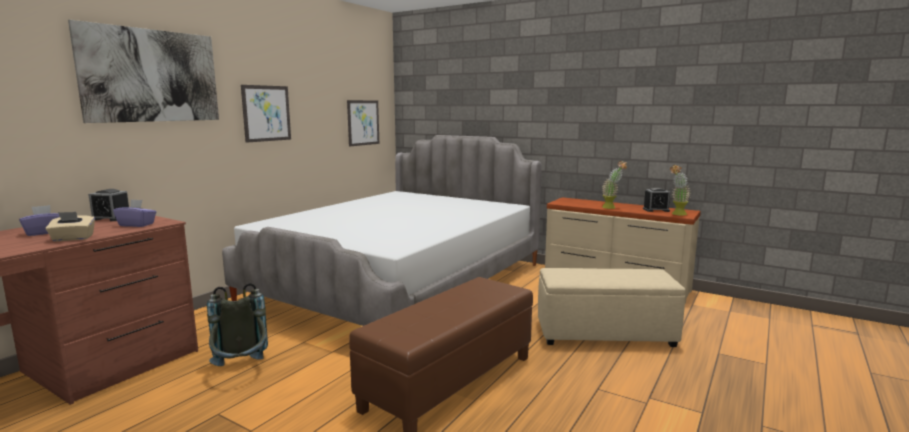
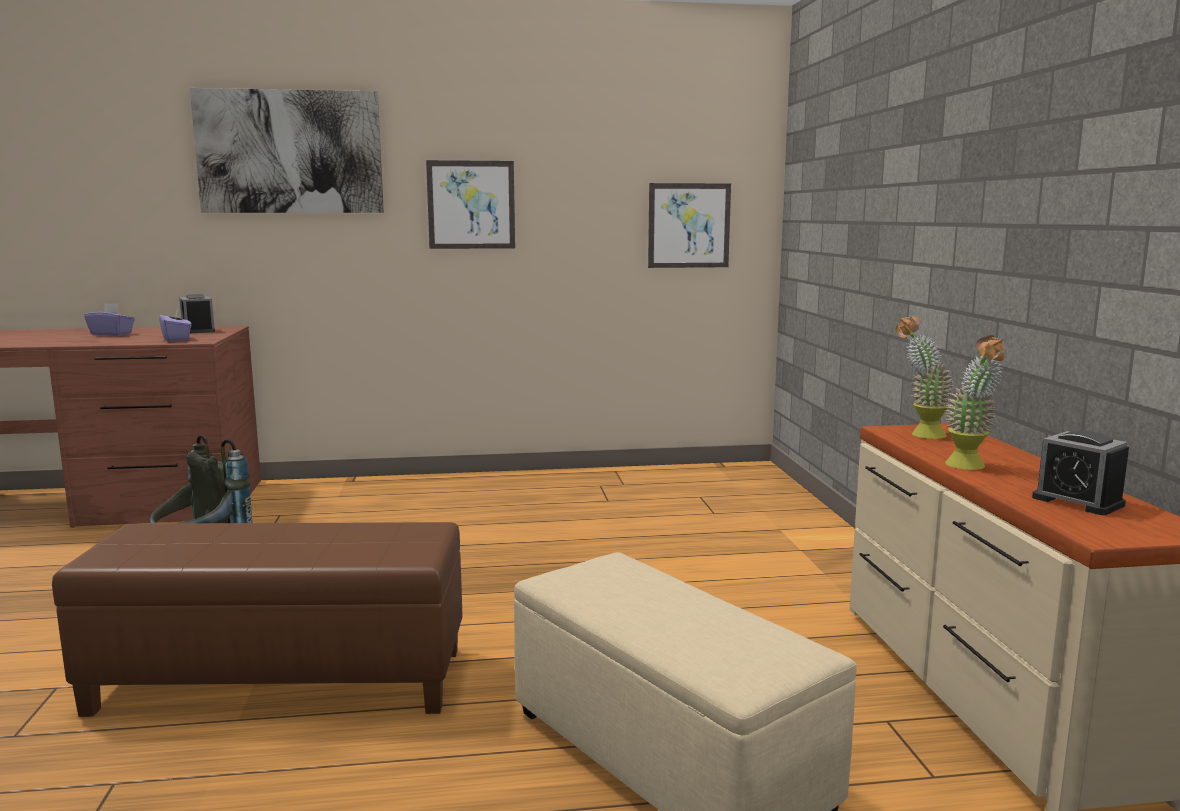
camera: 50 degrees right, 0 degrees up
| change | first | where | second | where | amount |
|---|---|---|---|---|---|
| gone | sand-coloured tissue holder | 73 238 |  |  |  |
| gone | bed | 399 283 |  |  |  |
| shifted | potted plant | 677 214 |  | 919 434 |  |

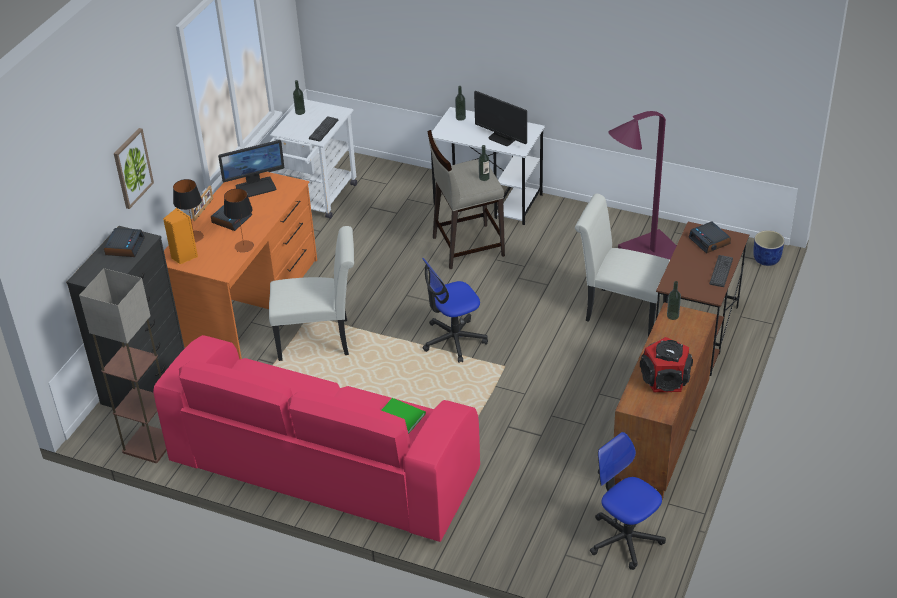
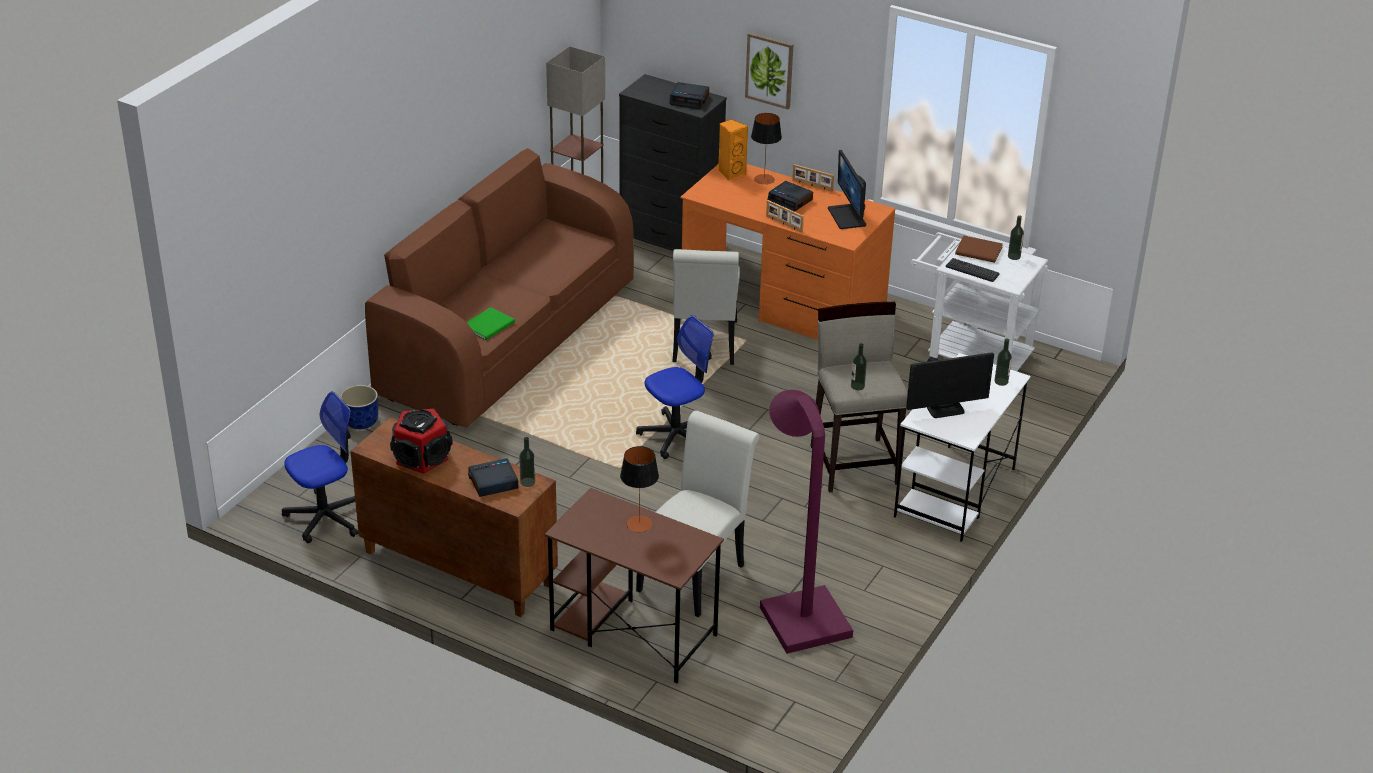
camera: 95 degrees right, 5 degrees down
| change | first | where | second | where | amount |
|---|---|---|---|---|---|
| repainted | pink couch | 323 467 | brown-coloured couch | 507 337 |  |
| shifted | table lamp | 244 246 |  | 639 524 |  |
| rotated | office chair | 453 340 |  | 677 436 | 75 degrees clockwise |
| rotated | computer display | 502 138 |  | 945 409 | 150 degrees counterclockwise |
| shifted | table clock | 710 241 |  | 493 482 |  |
| gone | keyboard | 721 271 |  |  |  |
| shifted | blue-coloured plant pot | 766 259 |  | 361 421 |  |
| new |  |  | standing frame | 783 224 |  |
| new |  |  | brown-coloured bound book | 979 251 |  |

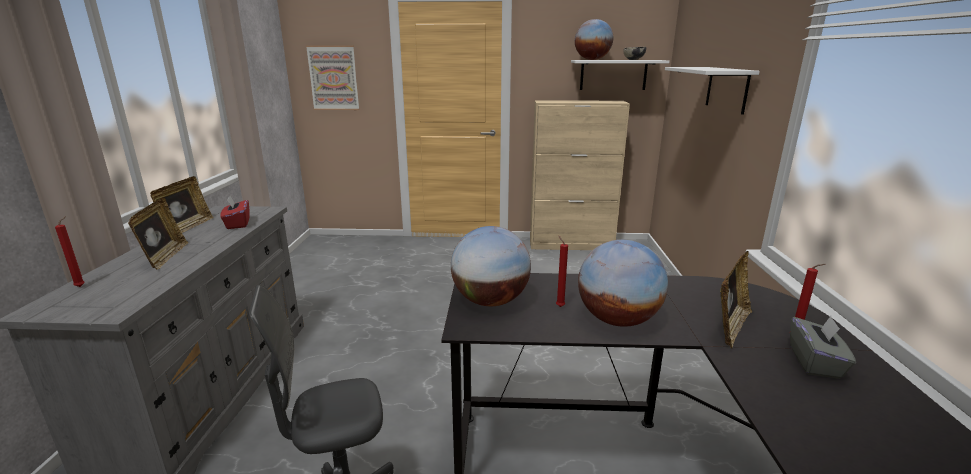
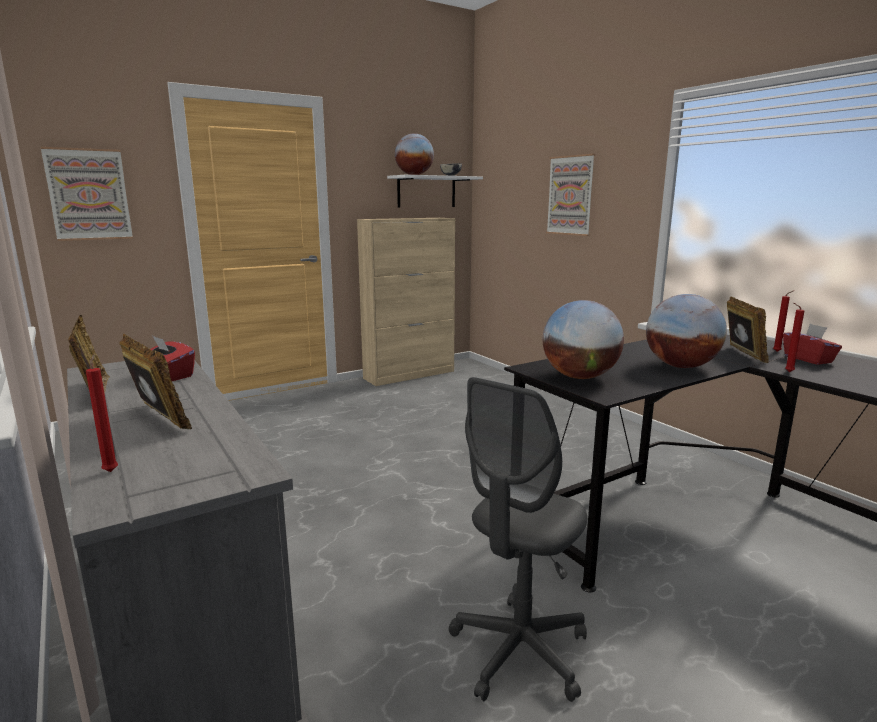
camera: 35 degrees left, 5 degrees down
| change | first | where | second | where | amount |
|---|---|---|---|---|---|
| shifted | red-coloured wax light | 559 306 |  | 787 372 |  |
| swapped | white-coloured wall shelf | 727 89 | picture | 570 195 |  |
| repainted | gray tissue holder | 815 362 | red-coloured tissue holder | 808 359 |  |

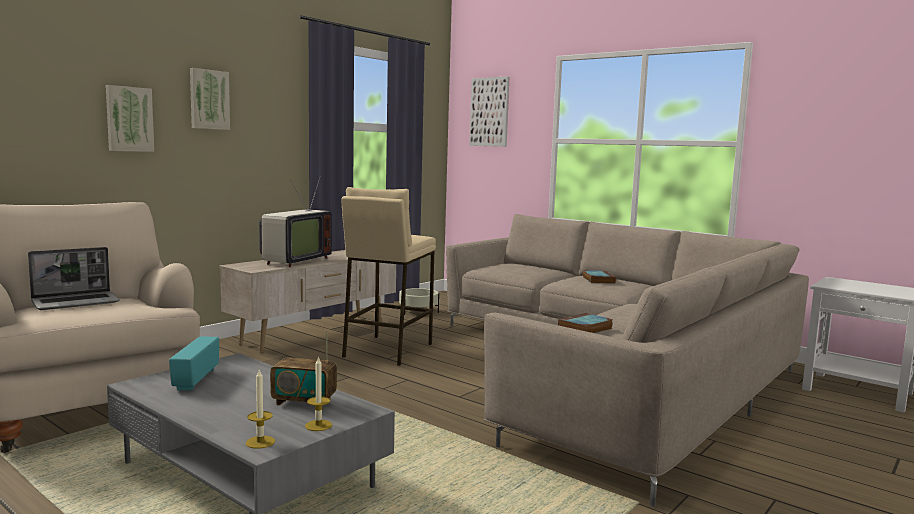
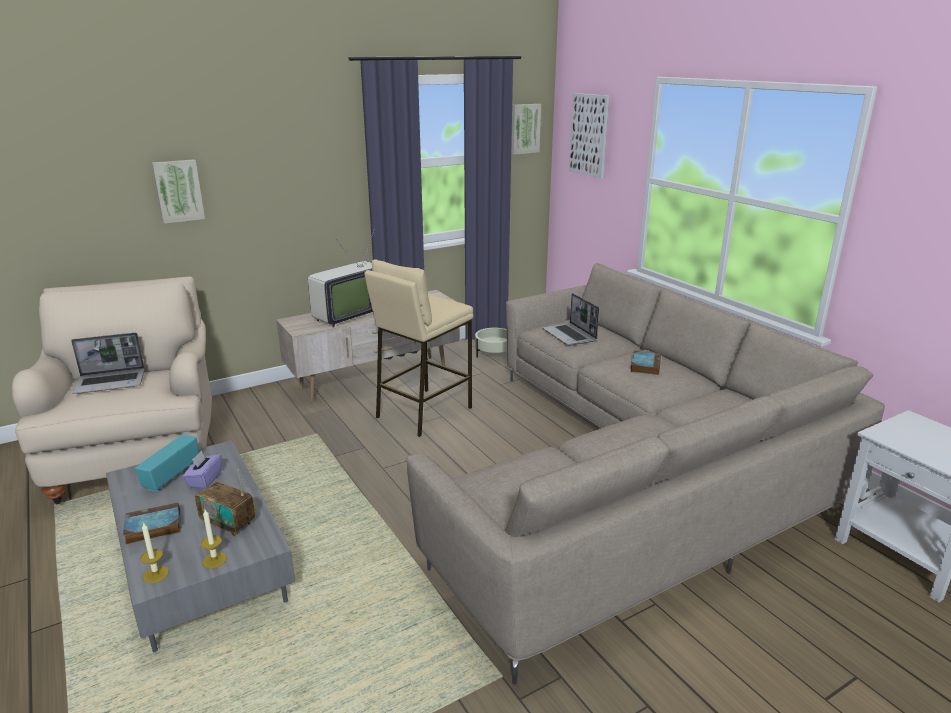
camera: 20 degrees right, 15 degrees up
| change | first | where | second | where | amount |
|---|---|---|---|---|---|
| shifted | picture | 209 99 |  | 524 128 |  |
| shifted | bound book | 585 328 |  | 152 527 |  |
| new |  |  | purple tissue holder | 205 480 |  |
| new |  |  | portable computer | 570 335 |  |

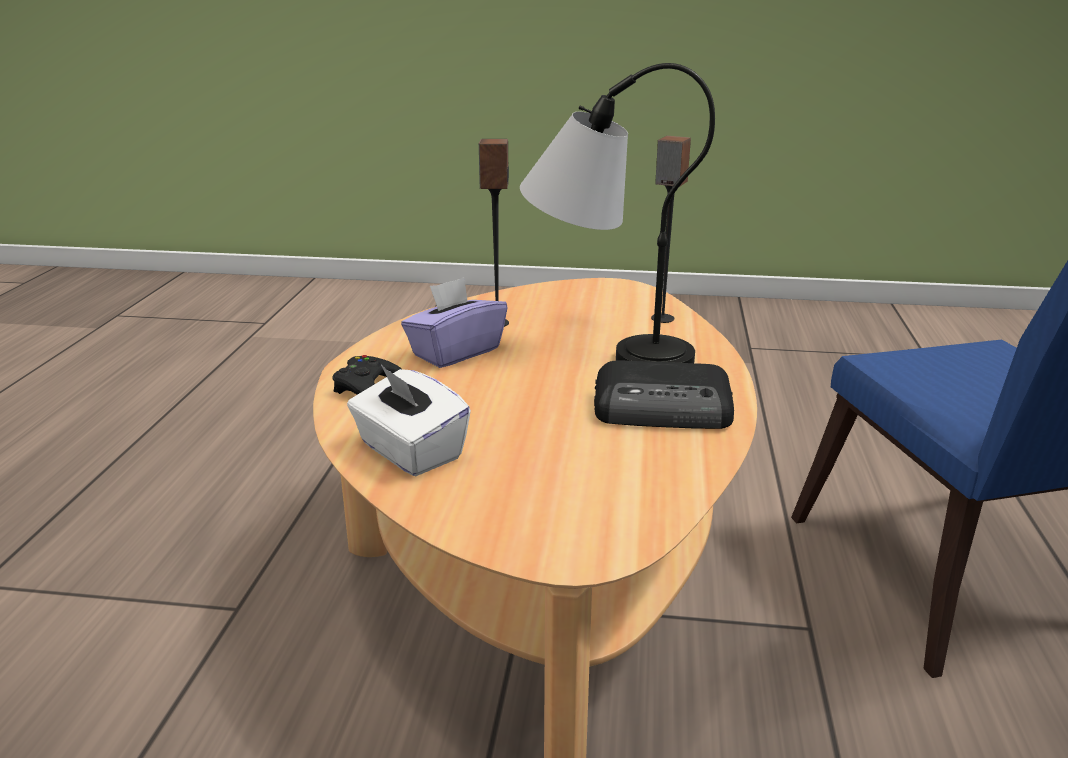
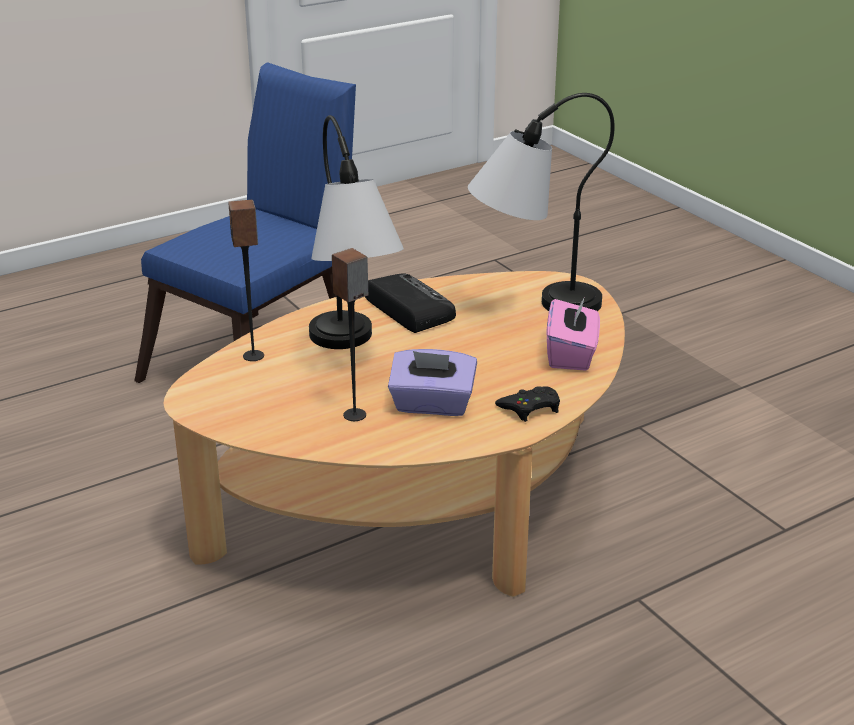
camera: 130 degrees left, 5 degrees up
| change | first | where | second | where | amount |
|---|---|---|---|---|---|
| repainted | white-coloured tissue holder | 409 452 | pink tissue holder | 571 355 |  |
| new |  |  | table lamp | 530 306 |  |

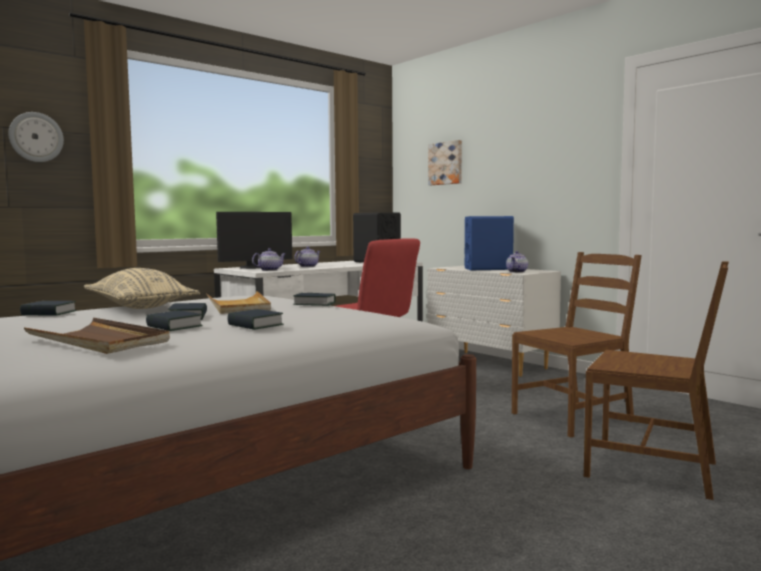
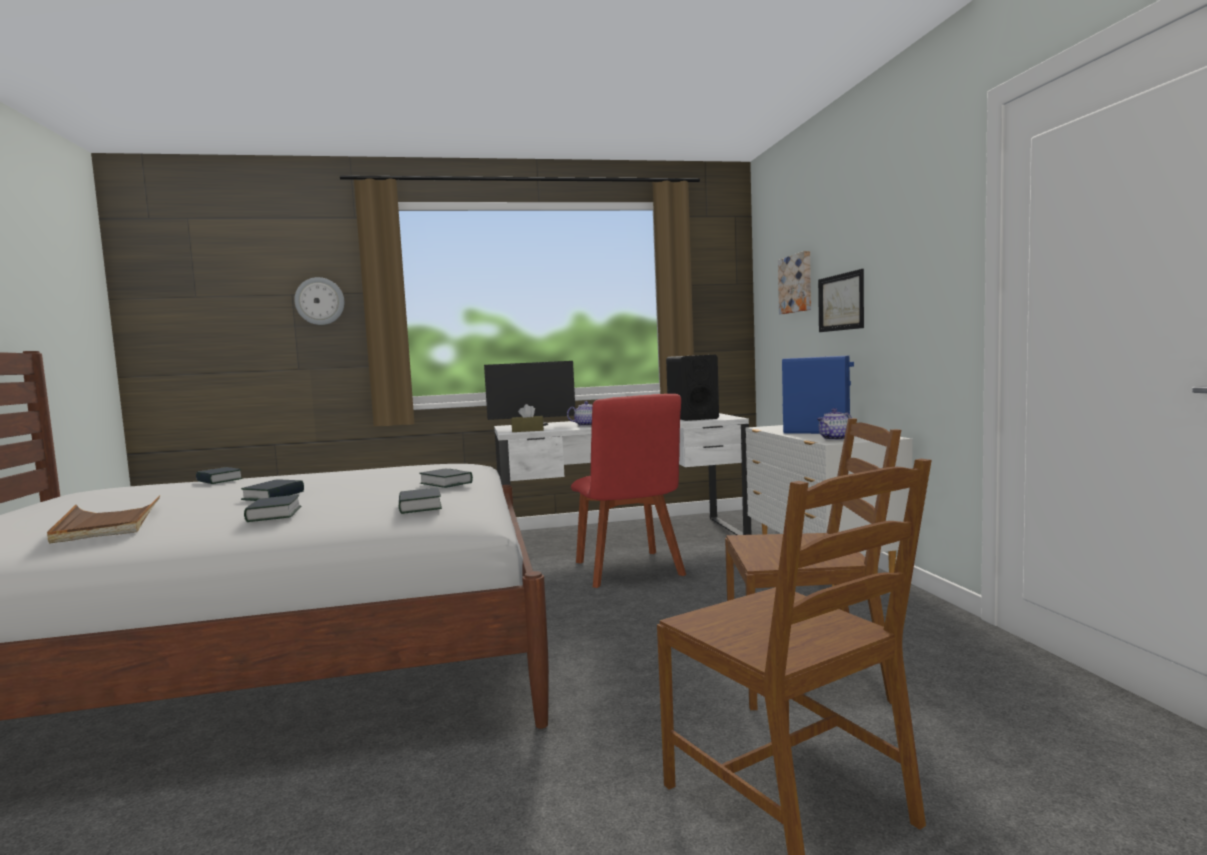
camera: 30 degrees right, 0 degrees up
| change | first | where | second | where | amount |
|---|---|---|---|---|---|
| gone | sand-coloured pillow | 140 307 |  |  |  |
| shifted | bound book | 174 326 |  | 420 507 |  |
| gone | sand-coloured serving tray | 238 306 |  |  |  |
| swapped | pot for tea | 270 270 | brown-coloured tissue holder | 528 430 |  |
| new |  |  | picture | 841 302 |  |

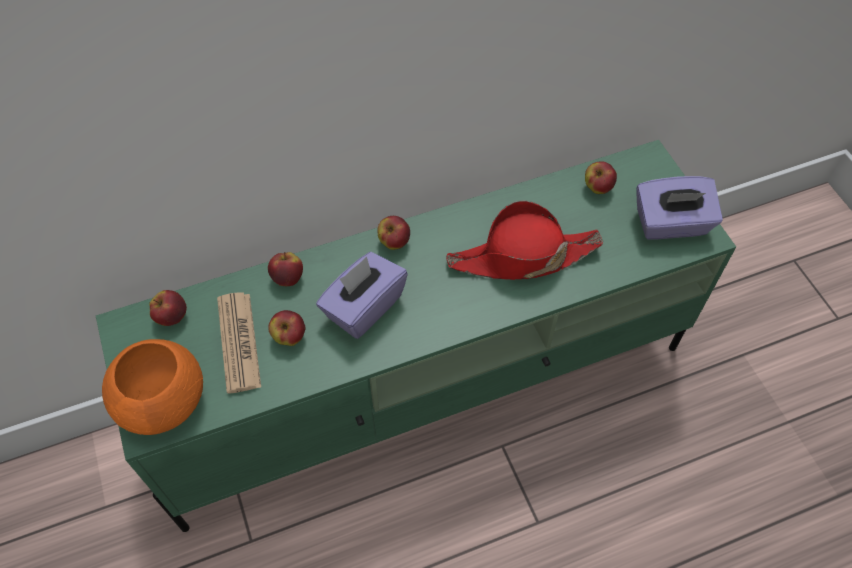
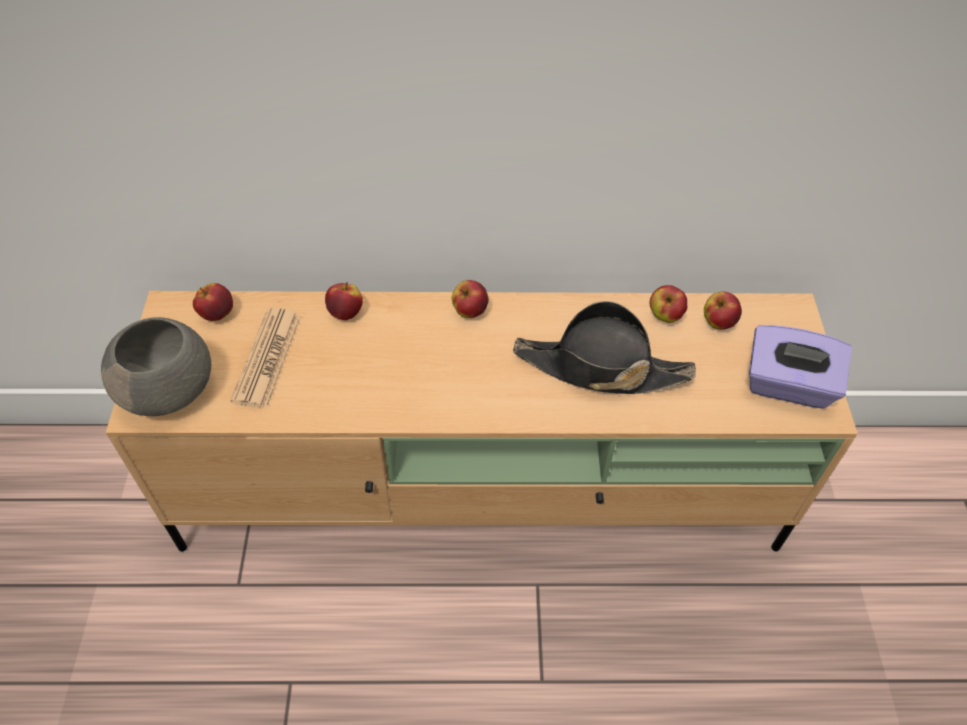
camera: 20 degrees right, 5 degrees down
| change | first | where | second | where | amount |
|---|---|---|---|---|---|
| repainted | green tv unit | 428 388 | sand-coloured tv unit | 484 496 |  |
| repainted | orange serving bowl | 164 400 | gray serving bowl | 170 389 |  |
| shifted | apple fruit | 289 336 |  | 665 316 |  |
| gone | purple tissue holder | 363 307 |  |  |  |
| repainted | red-coloured wearable hat | 522 257 | black wearable hat | 600 367 |  |

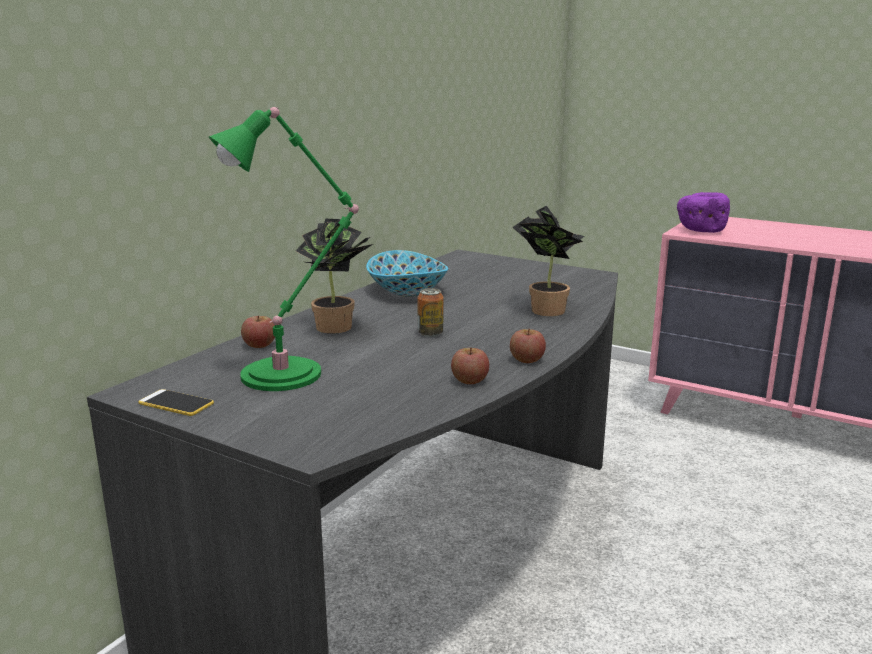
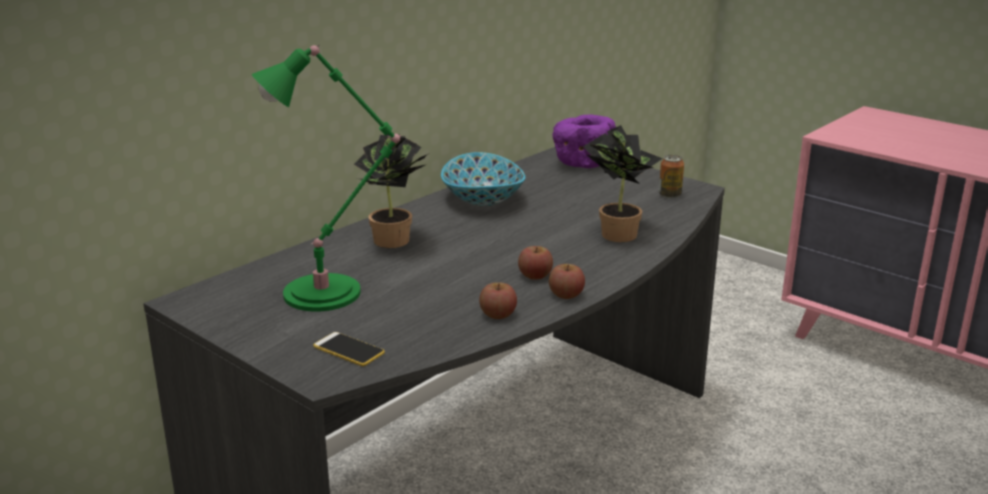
camera: 10 degrees right, 5 degrees up
| change | first | where | second | where | amount |
|---|---|---|---|---|---|
| shifted | handset | 176 403 |  | 348 350 |  |
| shifted | apple fruit | 259 345 |  | 535 275 |  |
| shifted | can | 430 333 |  | 670 195 |  |
| shifted | purple serving bowl | 700 230 |  | 581 162 |  |

